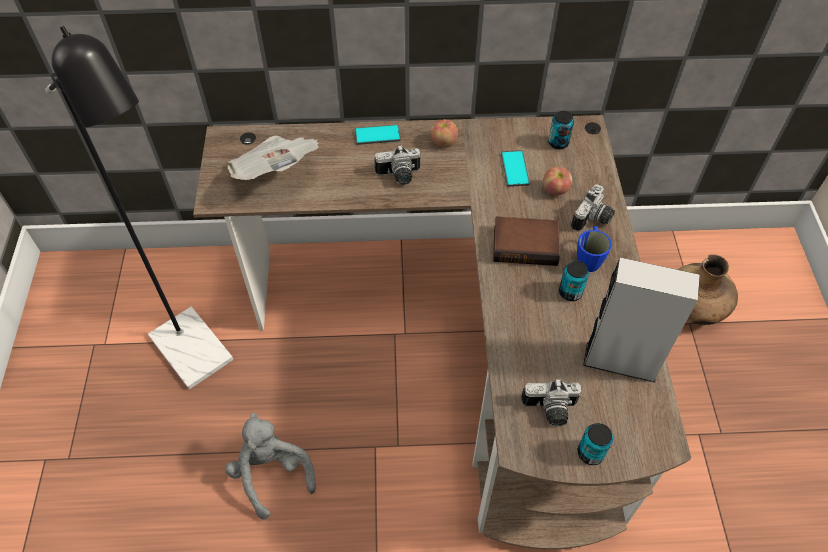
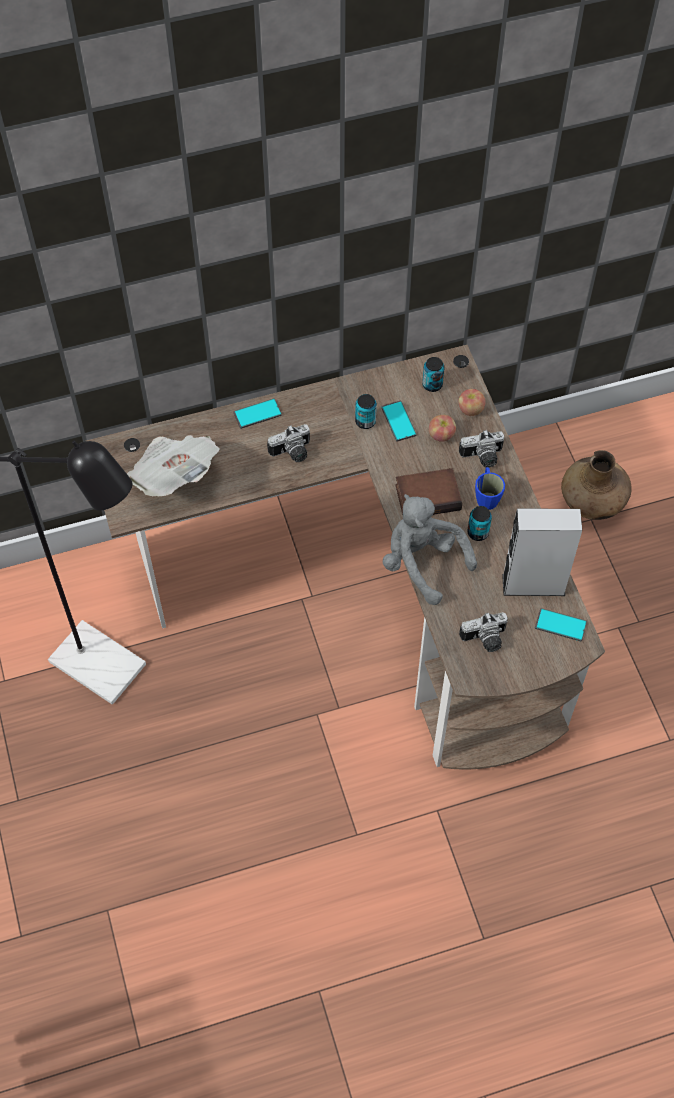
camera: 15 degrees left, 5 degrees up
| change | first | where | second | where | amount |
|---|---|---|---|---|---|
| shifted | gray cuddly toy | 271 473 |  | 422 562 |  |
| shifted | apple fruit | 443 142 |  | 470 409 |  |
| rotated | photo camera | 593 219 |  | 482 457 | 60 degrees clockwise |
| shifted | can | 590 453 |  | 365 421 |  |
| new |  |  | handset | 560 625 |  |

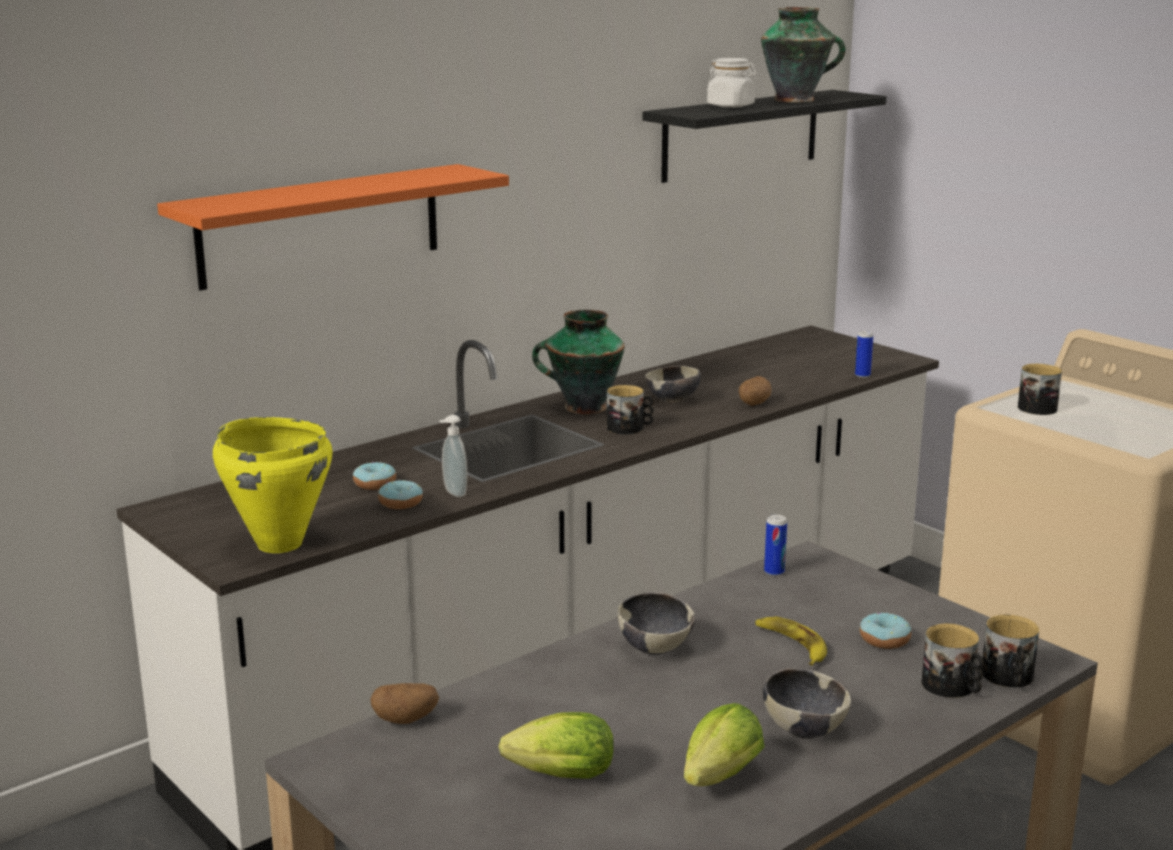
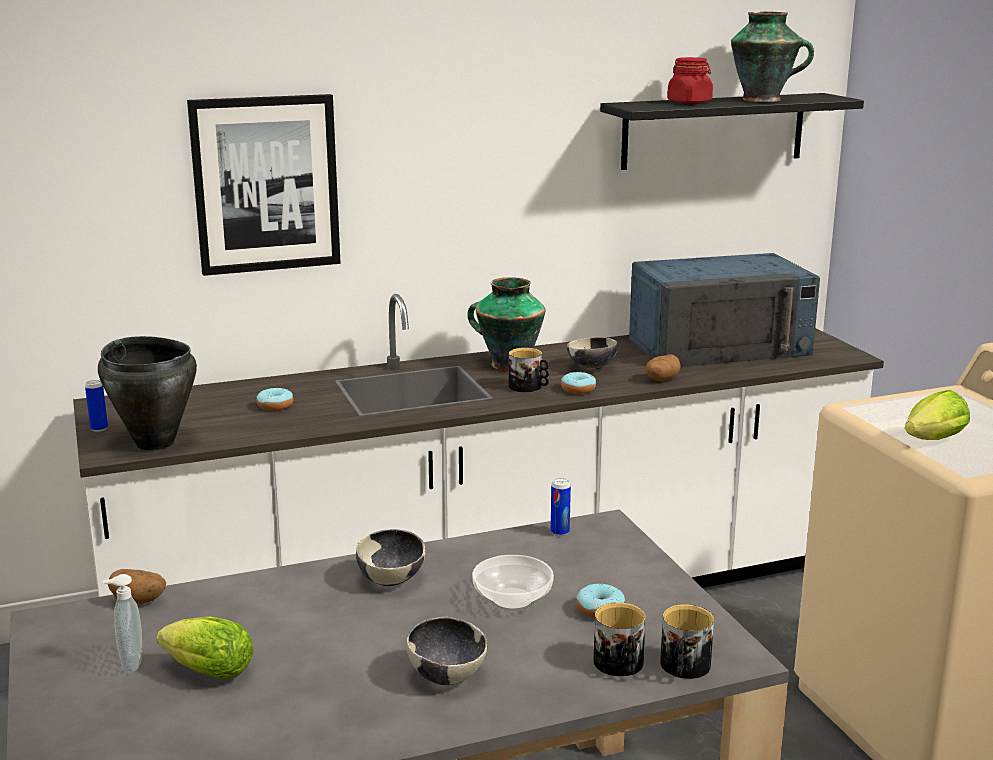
camera: 20 degrees right, 0 degrees up
| change | first | where | second | where | amount |
|---|---|---|---|---|---|
| swapped | orange wall shelf | 321 225 | picture | 266 184 |  |
| repainted | yellow-coloured stockpot | 279 543 | black stockpot | 155 443 |  |
| shifted | ring doughnut | 400 503 |  | 578 389 |  |
| shifted | soap bottle | 453 493 |  | 129 663 |  |
| shifted | head of lettuce | 717 780 |  | 930 441 |  |
| repainted | white-coloured jar | 731 106 | red-coloured jar | 689 102 |  |
| swapped | banana | 792 645 | serving bowl | 511 599 |  |
| shifted | can | 862 375 |  | 99 428 |  |
| gone | tea mug | 1039 407 |  |  |  |
| new |  |  | blue-coloured kitchen microwave | 720 346 |  |

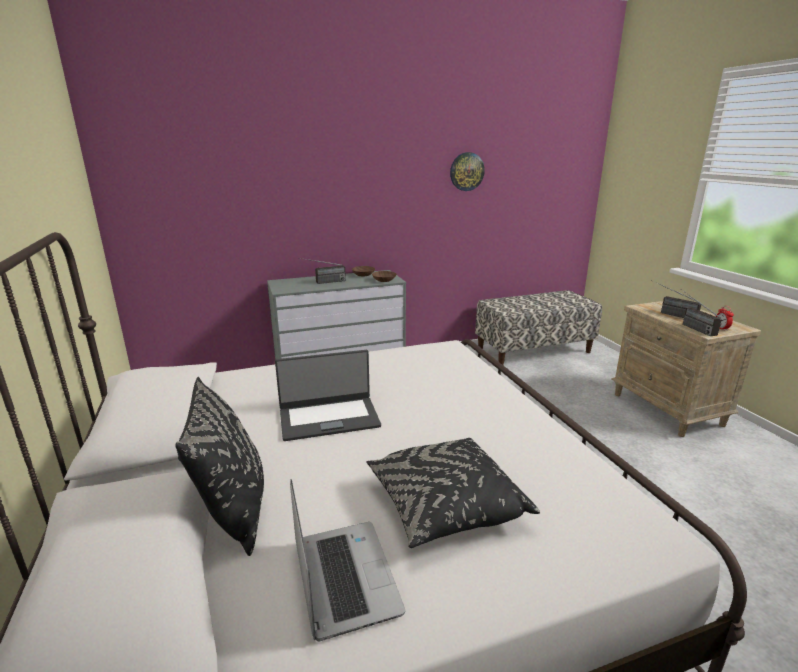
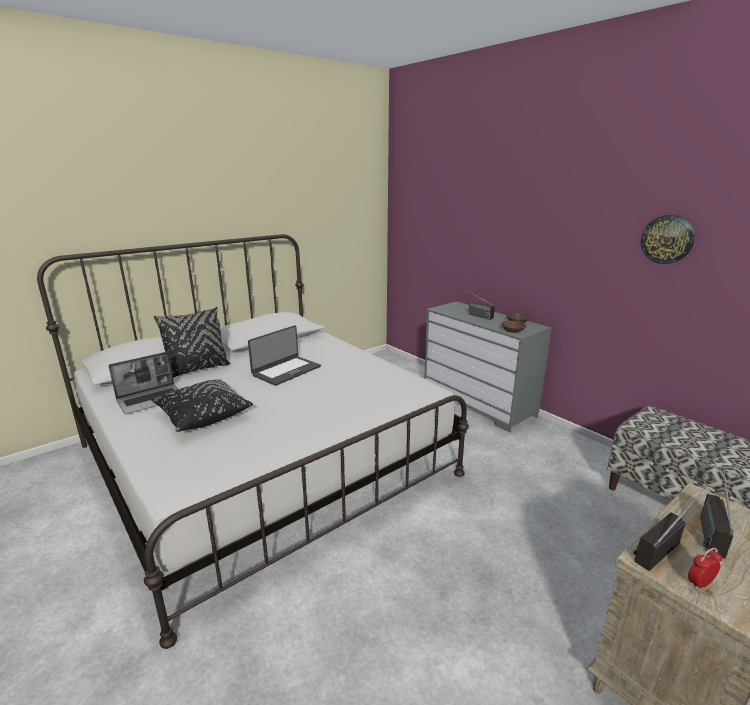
camera: 70 degrees right, 0 degrees up
| change | first | where | second | where | amount |
|---|---|---|---|---|---|
| rotated | portable computer | 329 418 |  | 286 370 | 105 degrees counterclockwise |

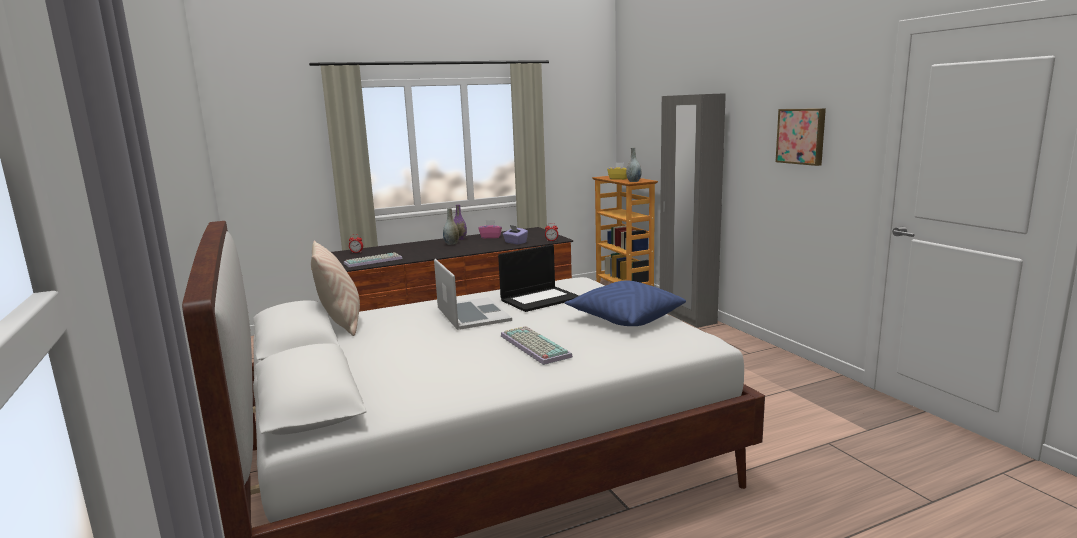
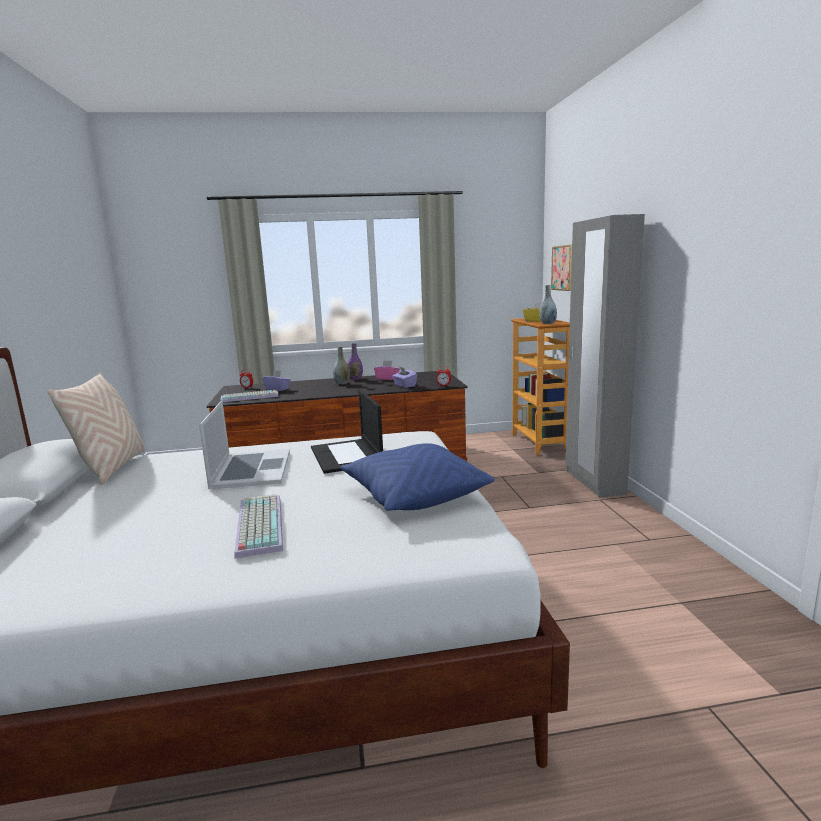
camera: 15 degrees right, 0 degrees up
| change | first | where | second | where | amount |
|---|---|---|---|---|---|
| rotated | portable computer | 540 299 |  | 347 456 | 90 degrees clockwise |
| shifted | picture | 801 136 |  | 565 268 |  |
| new |  |  | purple tissue holder | 277 389 |  |

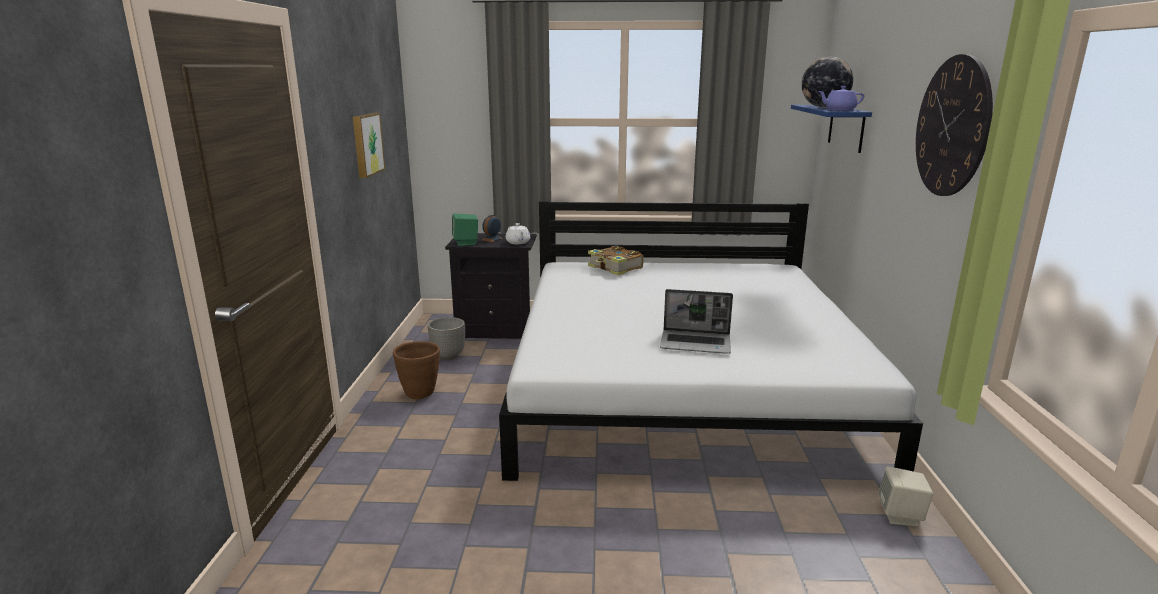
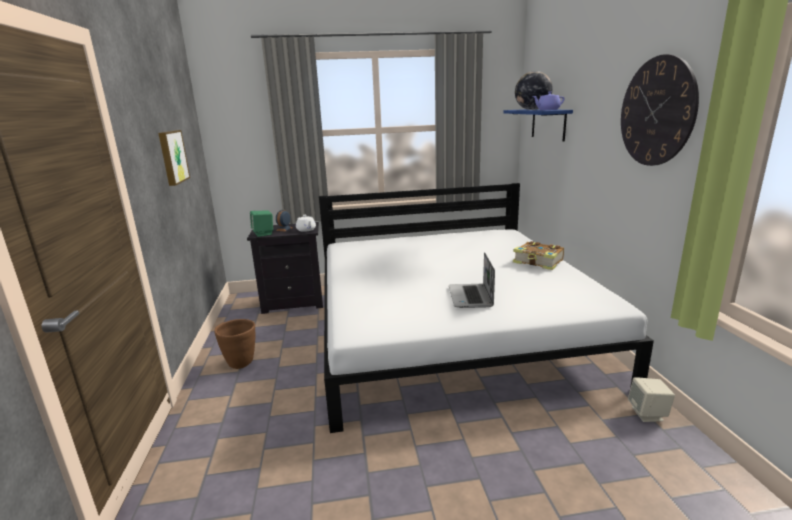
camera: 10 degrees left, 0 degrees up
| change | first | where | second | where | amount |
|---|---|---|---|---|---|
| gone | plant pot | 449 356 |  |  |  |
| shifted | bound book | 615 268 |  | 538 262 |  |
| rotated | portable computer | 696 343 |  | 471 297 | 90 degrees clockwise |

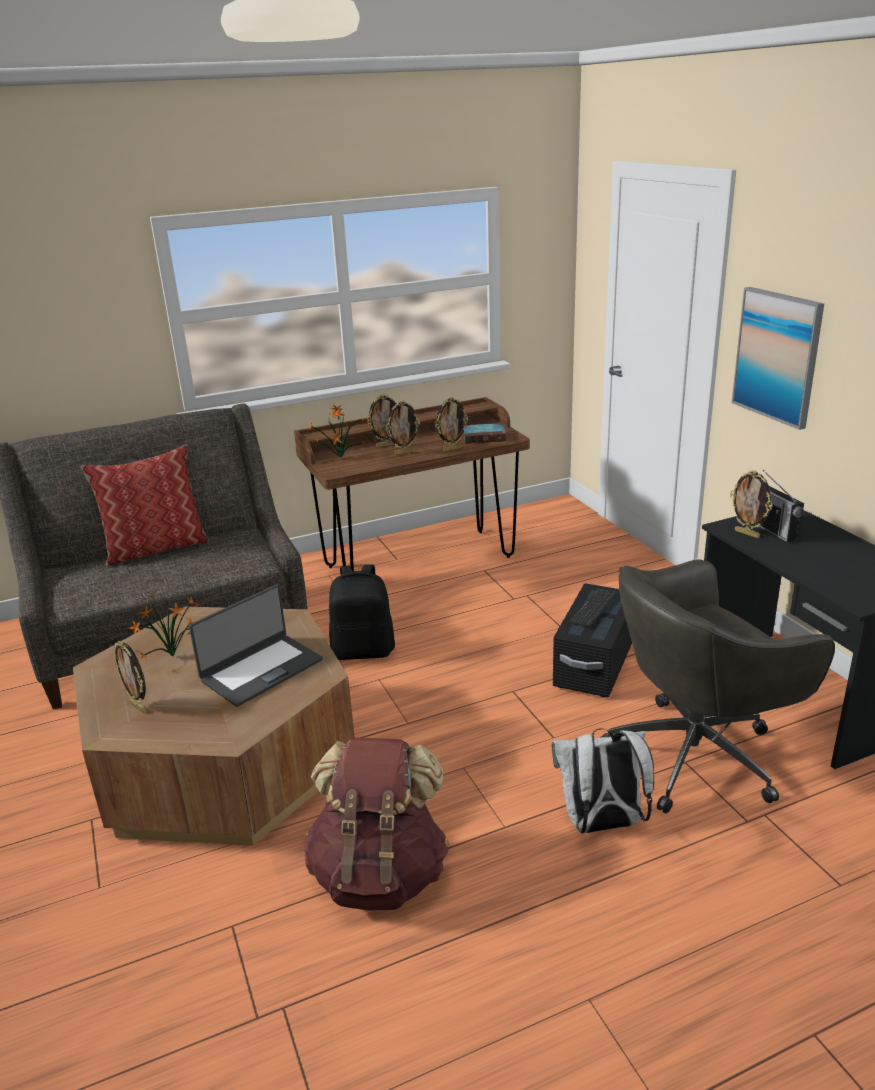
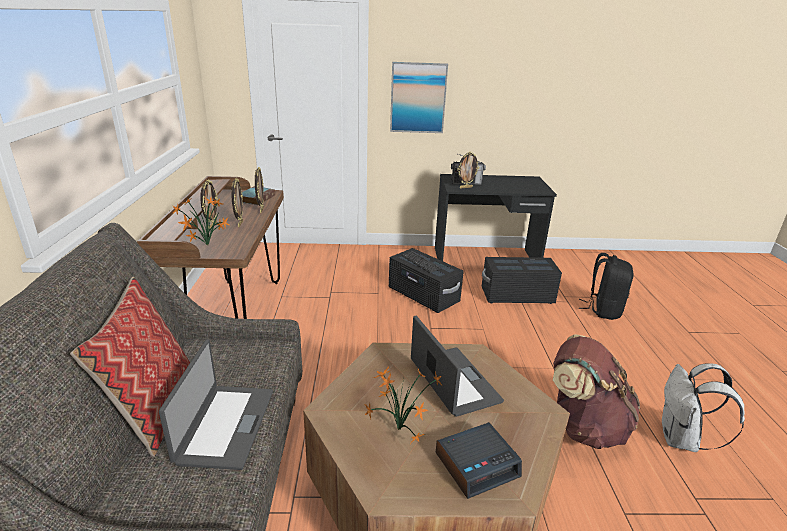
camera: 70 degrees left, 0 degrees up
| change | first | where | second | where | amount |
|---|---|---|---|---|---|
| swapped | standing frame | 138 707 | table clock | 477 464 |  |
| shifted | black knapsack | 363 650 |  | 603 310 |  |
| shifted | white-coloured knapsack | 601 824 |  | 681 440 |  |
| swapped | gray office chair | 697 754 | black storage box | 517 296 |  |
| new |  |  | portable computer | 225 425 |  |

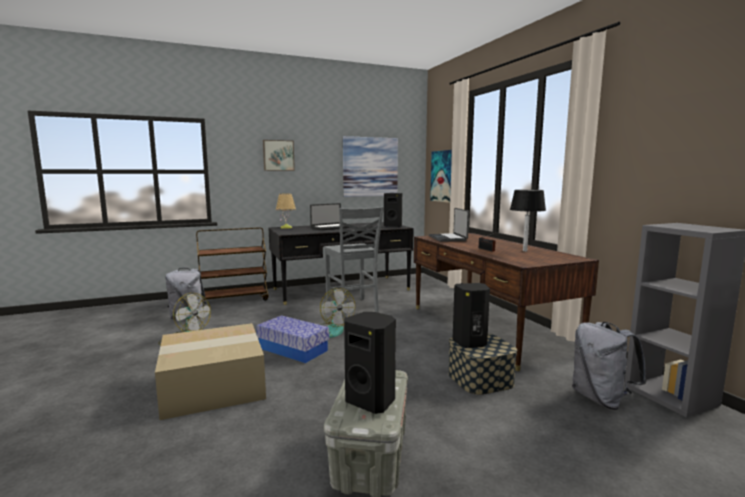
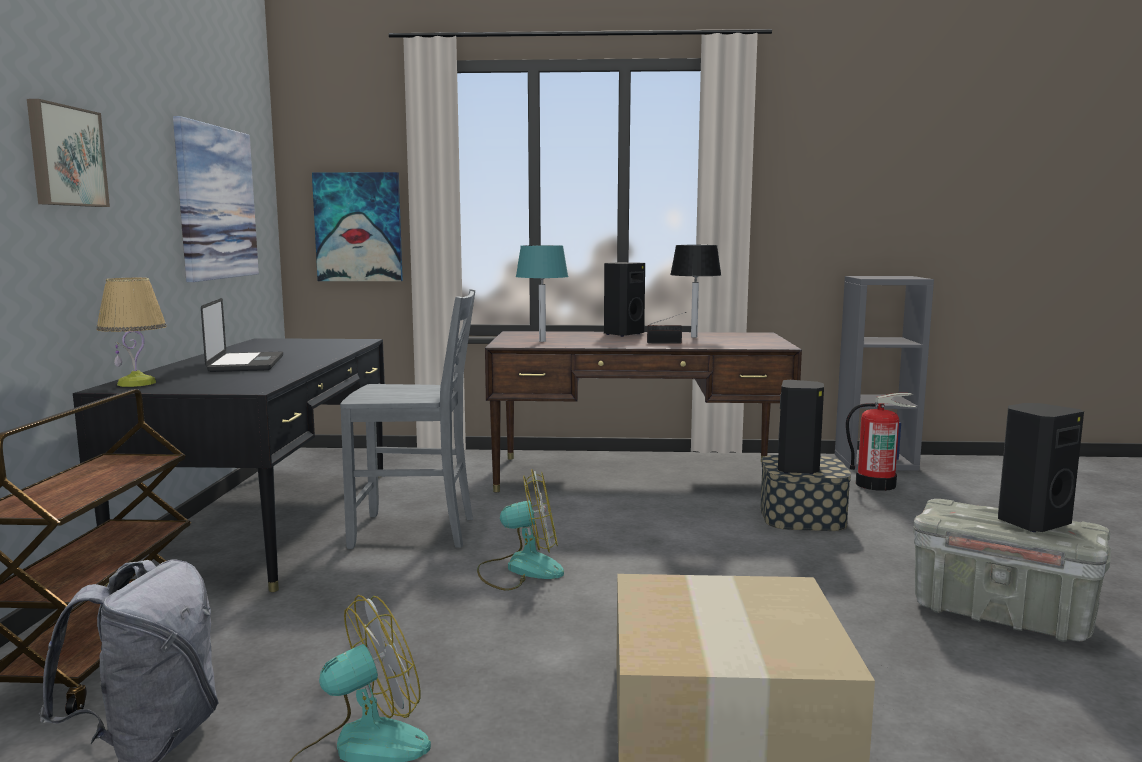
camera: 65 degrees left, 0 degrees up
| change | first | where | second | where | amount |
|---|---|---|---|---|---|
| gone | storage box | 293 349 |  |  |  |
| shifted | black audio speaker | 393 226 |  | 622 334 |  |
| swapped | portable computer | 448 238 | blue-green table lamp | 542 341 |  |
| swapped | gray knapsack | 601 399 | fire-fighting cylinder | 875 484 |  |

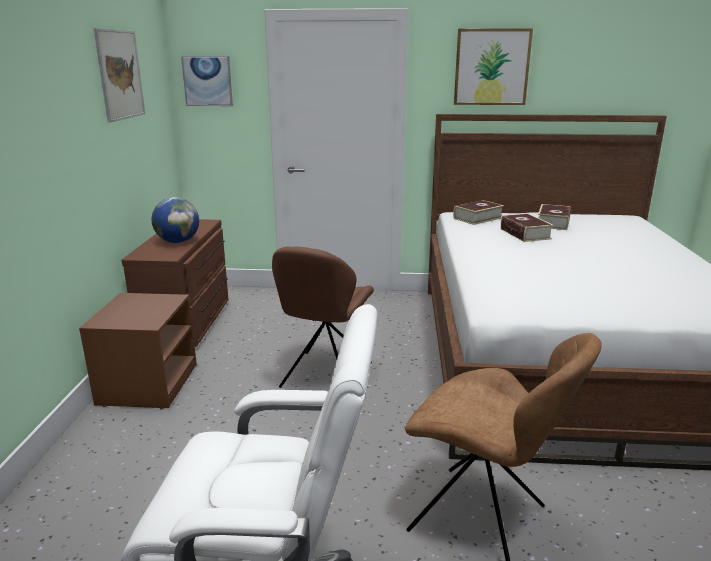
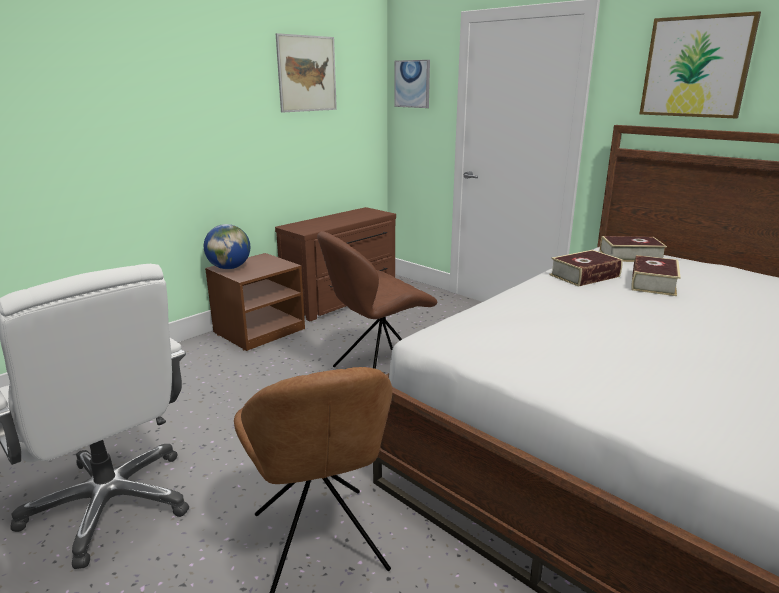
camera: 40 degrees right, 0 degrees up
| change | first | where | second | where | amount |
|---|---|---|---|---|---|
| shifted | world globe | 178 242 |  | 229 268 |  |
| shifted | bound book | 553 223 |  | 584 276 |  |

